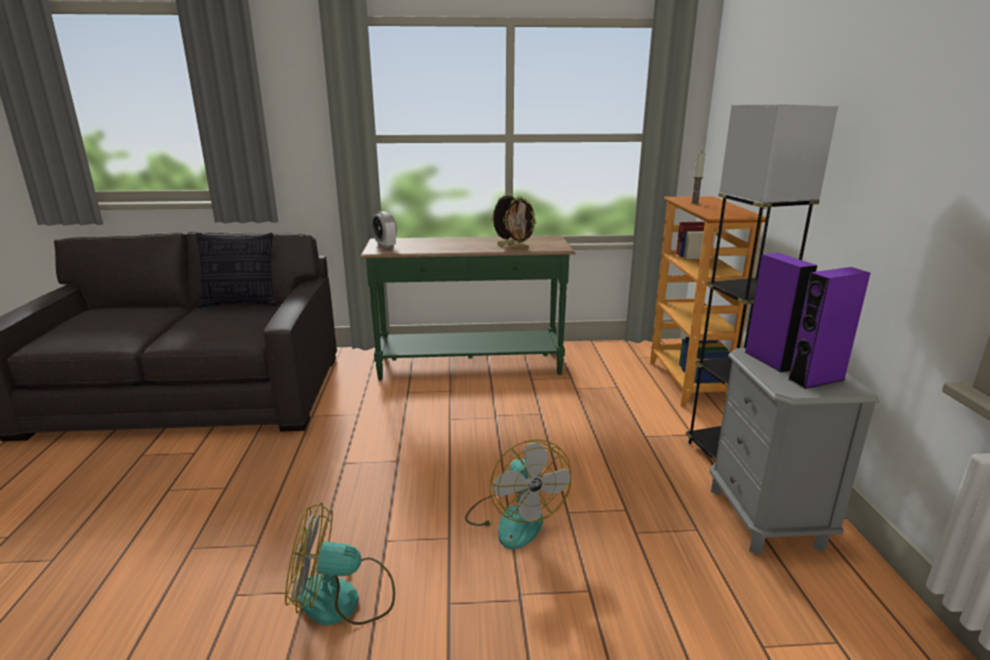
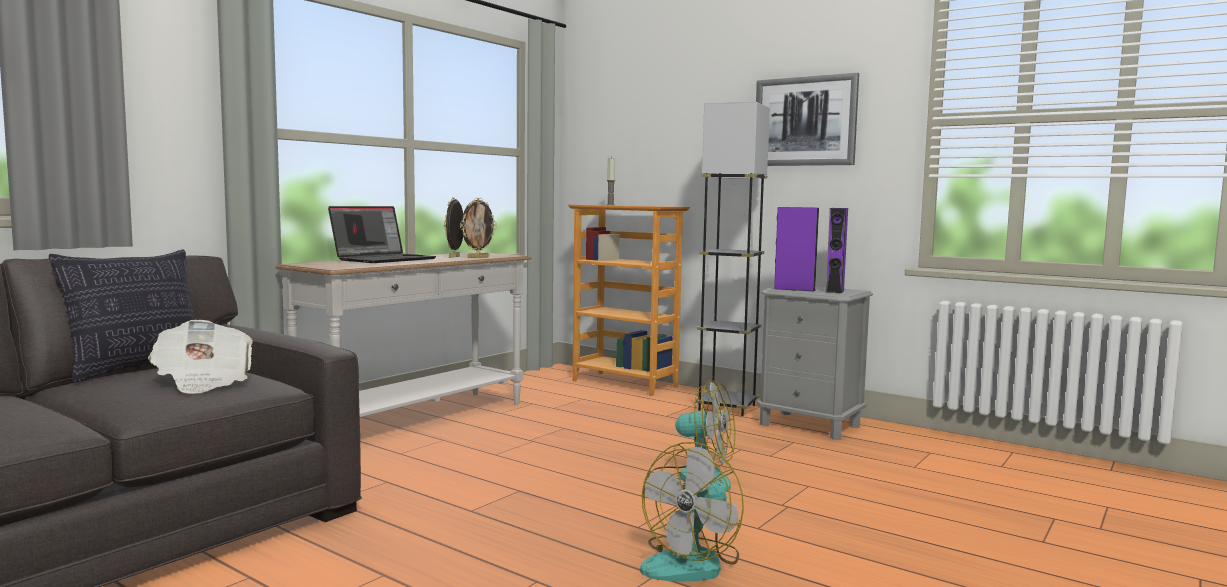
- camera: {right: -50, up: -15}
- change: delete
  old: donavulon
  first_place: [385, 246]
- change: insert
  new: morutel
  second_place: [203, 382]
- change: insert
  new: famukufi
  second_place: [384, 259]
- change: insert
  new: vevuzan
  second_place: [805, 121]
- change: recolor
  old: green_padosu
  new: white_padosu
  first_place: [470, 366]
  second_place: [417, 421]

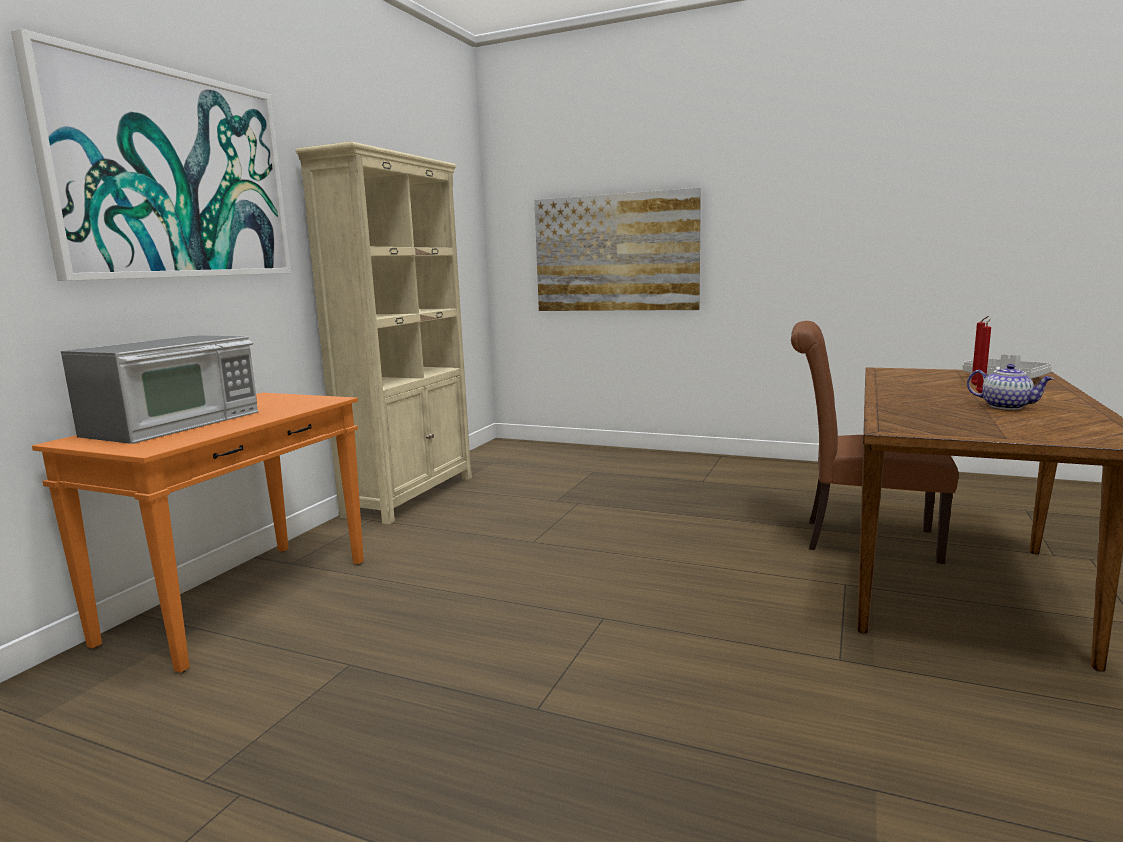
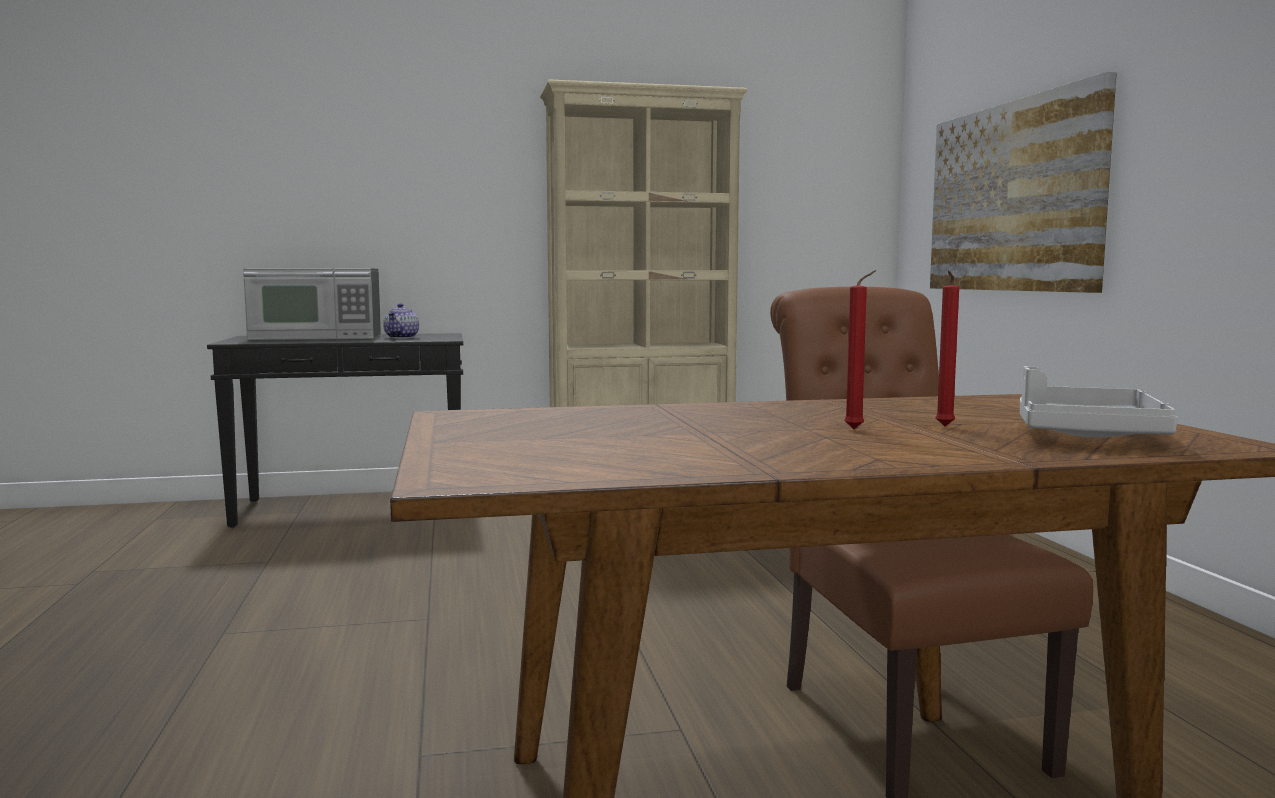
- camera: {right: 55, up: -5}
- change: delete
  old: vevuzan
  first_place: [173, 176]
- change: move
  old: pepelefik
  first_place: [1006, 406]
  second_place: [402, 338]
- change: recolor
  old: orange_padosu
  new: black_padosu
  first_place: [242, 599]
  second_place: [355, 508]

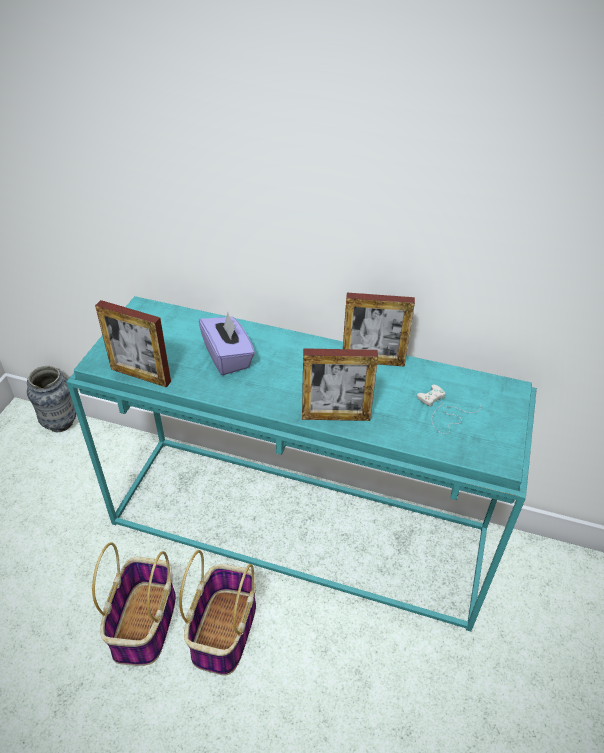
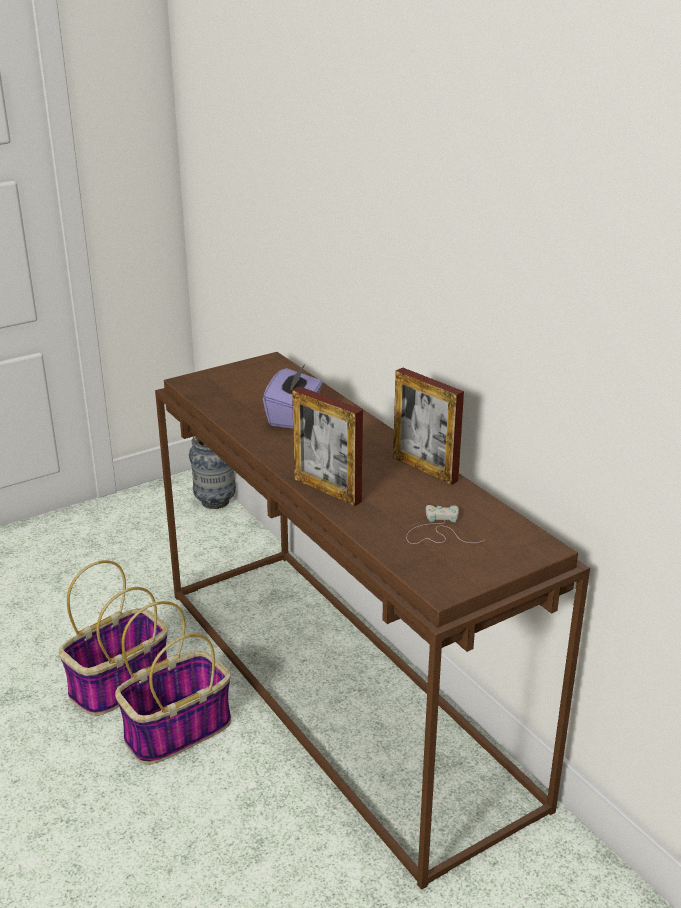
- camera: {right: 40, up: -15}
- change: delete
  old: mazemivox
  first_place: [140, 375]
- change: recolor
  old: turquoise_padosu
  new: brown_padosu
  first_place: [302, 525]
  second_place: [344, 691]

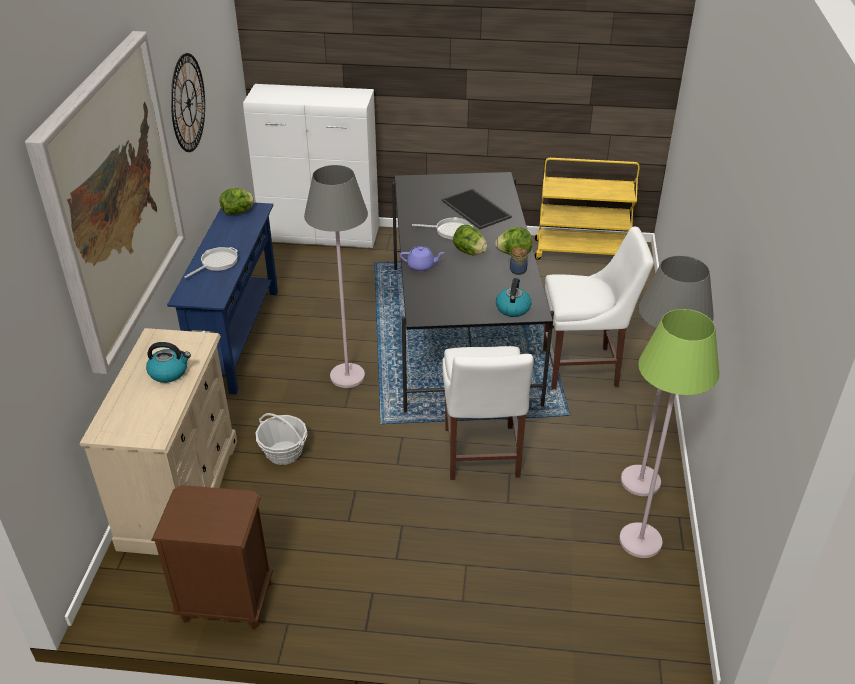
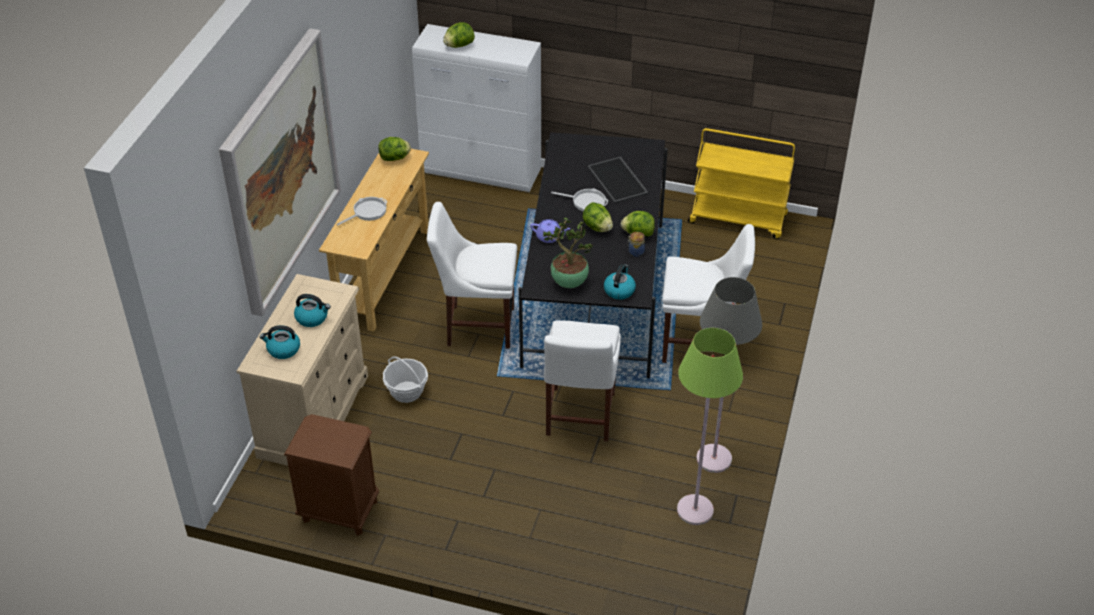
- camera: {right: 10, up: 5}
- change: delete
  old: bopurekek
  first_place: [188, 103]
- change: insert
  new: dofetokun
  second_place: [283, 349]
- change: insert
  new: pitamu
  second_place: [459, 45]
- change: insert
  new: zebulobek
  second_place: [568, 283]
- change: replace
  old: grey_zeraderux
  new: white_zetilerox
  first_place: [347, 376]
  second_place: [476, 326]
- change: recolor
  old: blue_padosu
  new: beige_padosu
  first_place: [237, 338]
  second_place: [383, 275]

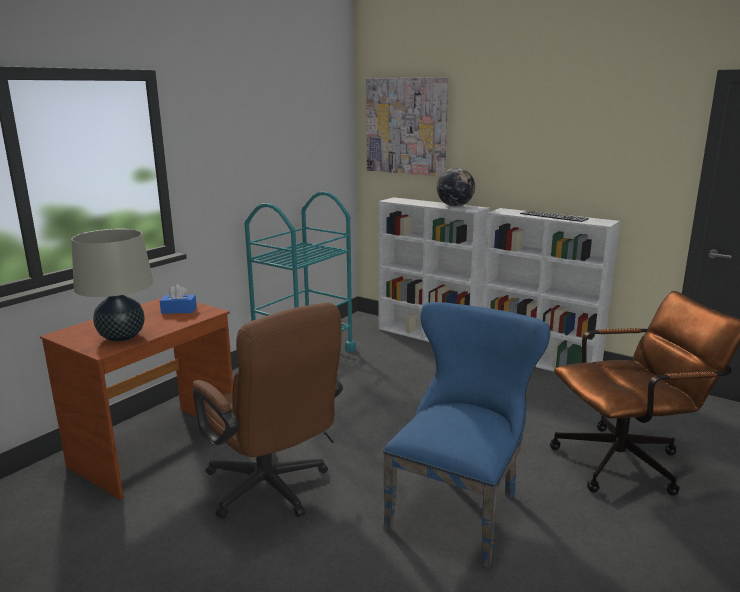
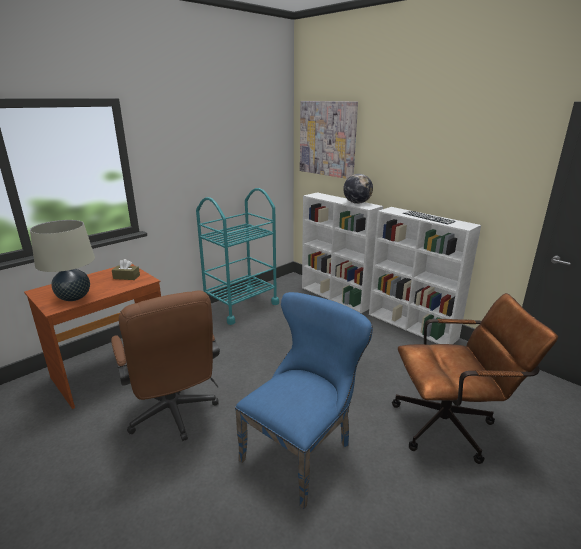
- camera: {right: 10, up: 5}
- change: recolor
  old: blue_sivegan
  new: brown_sivegan
  first_place: [179, 310]
  second_place: [126, 277]

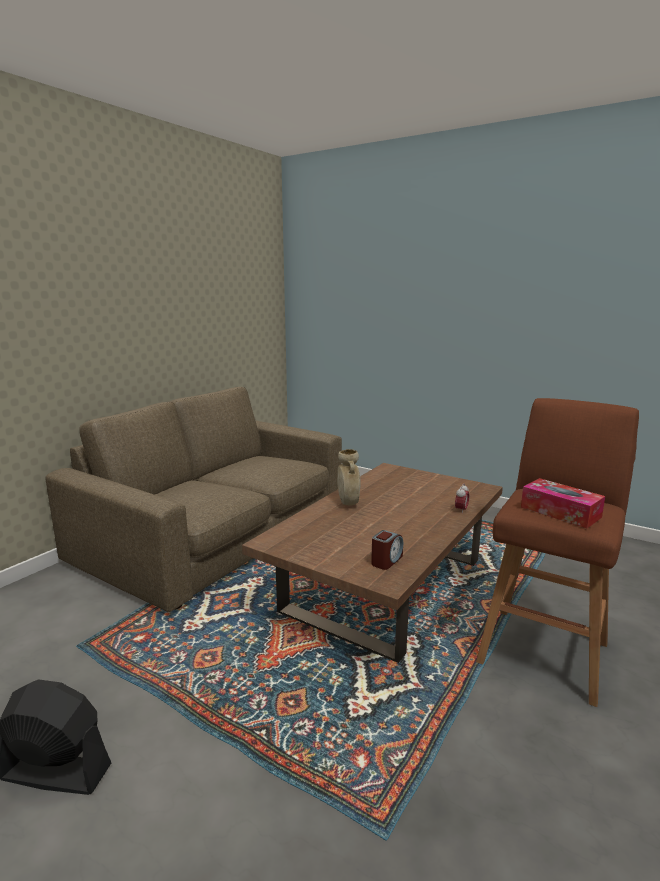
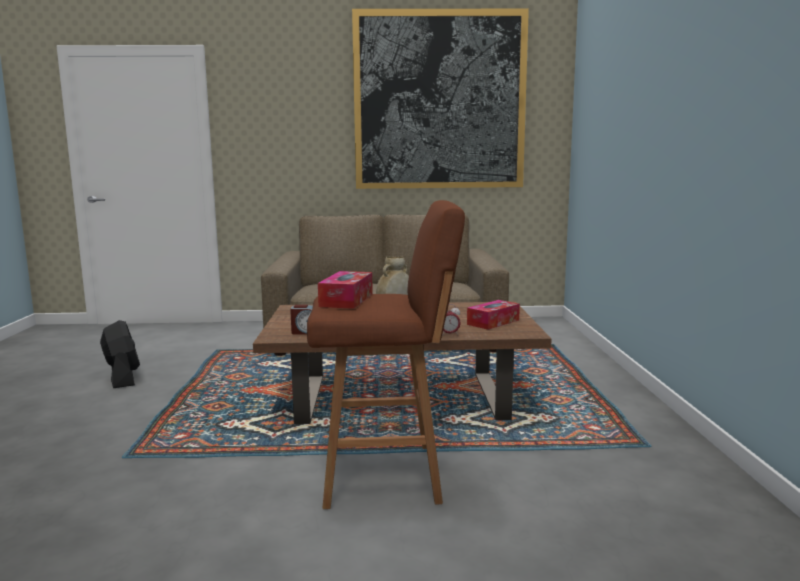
- camera: {right: 55, up: -5}
- change: insert
  new: vevuzan
  second_place: [439, 101]
- change: insert
  new: sivegan
  second_place: [493, 322]

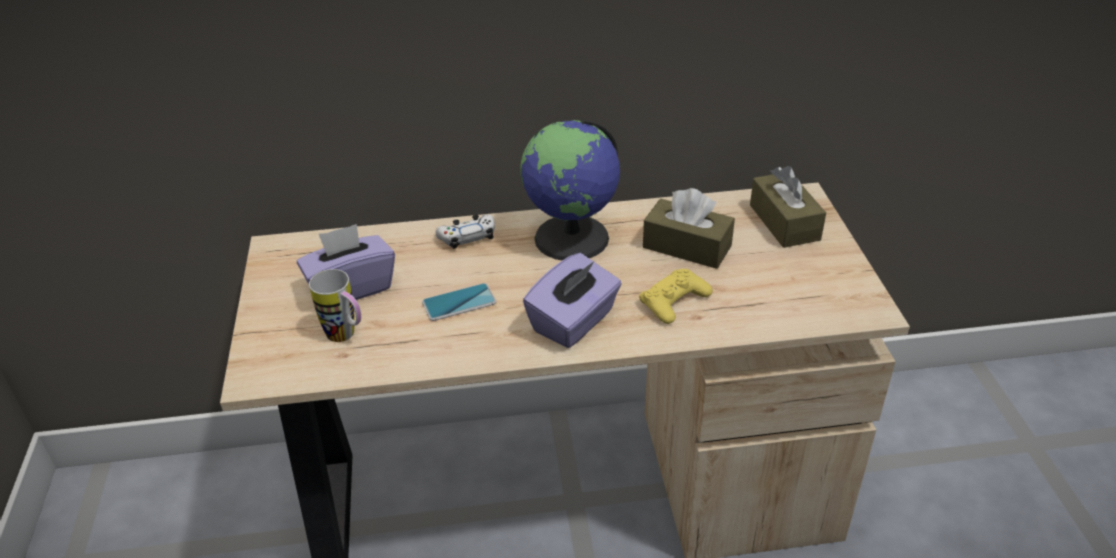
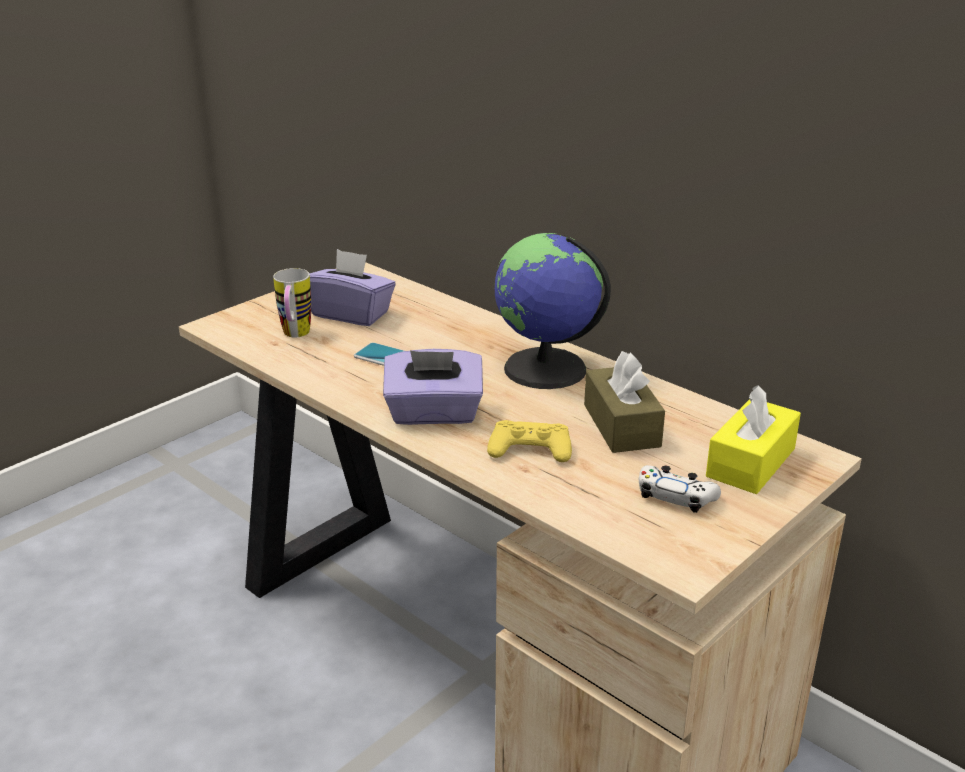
- camera: {right: 50, up: -10}
- change: move
  old: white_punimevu
  first_place: [467, 237]
  second_place: [676, 496]
- change: recolor
  old: brown_sivegan
  new: yellow_sivegan
  first_place: [784, 222]
  second_place: [751, 462]

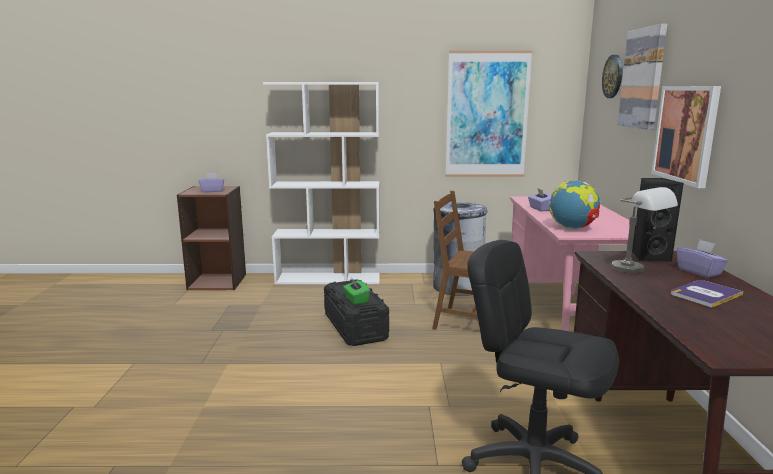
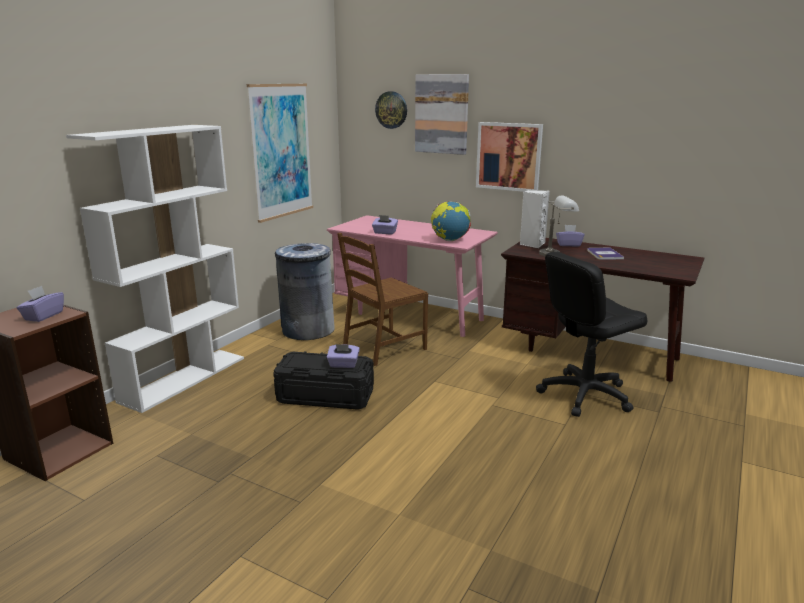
- camera: {right: -60, up: 5}
- change: recolor
  old: green_sivegan
  new: purple_sivegan
  first_place: [356, 300]
  second_place: [343, 365]
- change: recolor
  old: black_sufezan
  new: white_sufezan
  first_place: [649, 256]
  second_place: [532, 244]

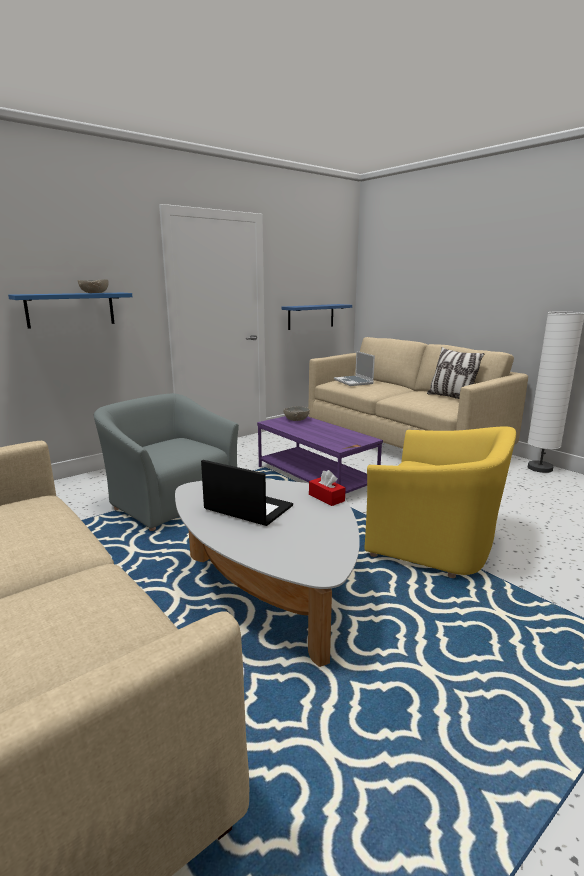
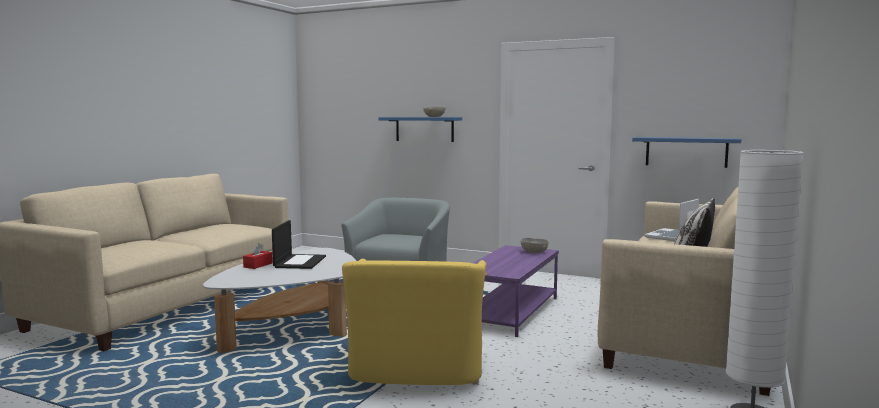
- camera: {right: 65, up: -10}
- change: move
  old: red_sivegan
  first_place: [326, 498]
  second_place: [258, 265]

